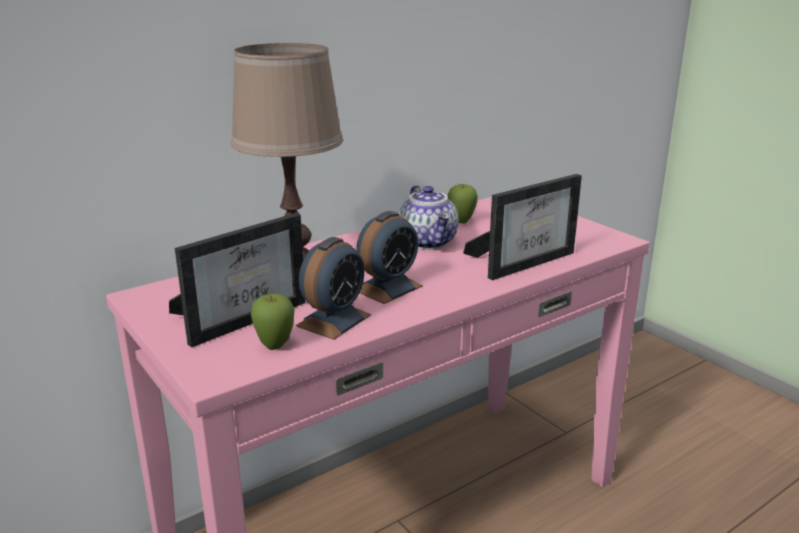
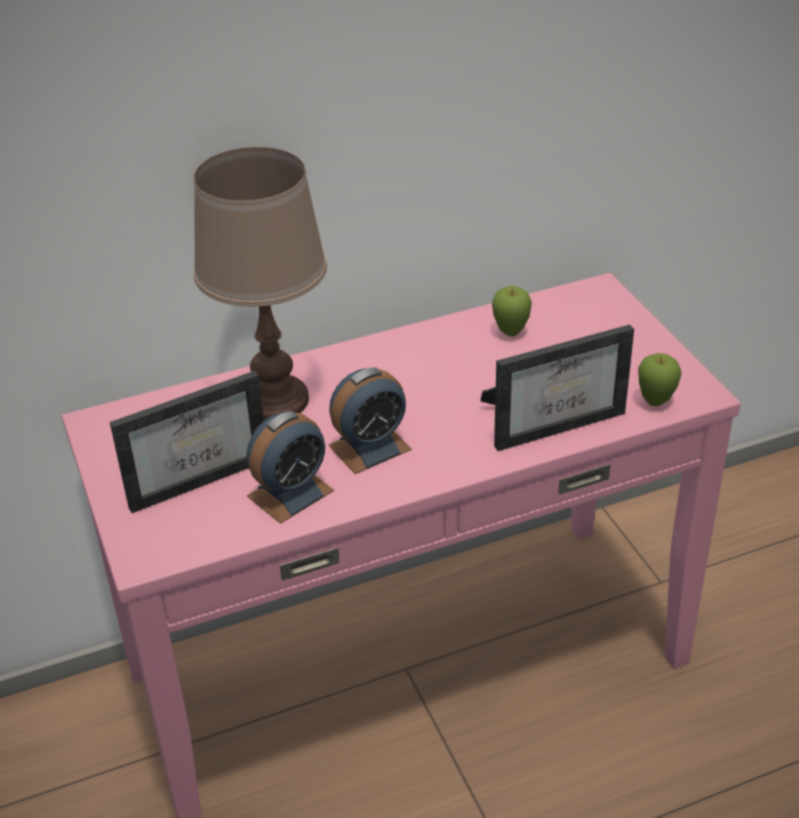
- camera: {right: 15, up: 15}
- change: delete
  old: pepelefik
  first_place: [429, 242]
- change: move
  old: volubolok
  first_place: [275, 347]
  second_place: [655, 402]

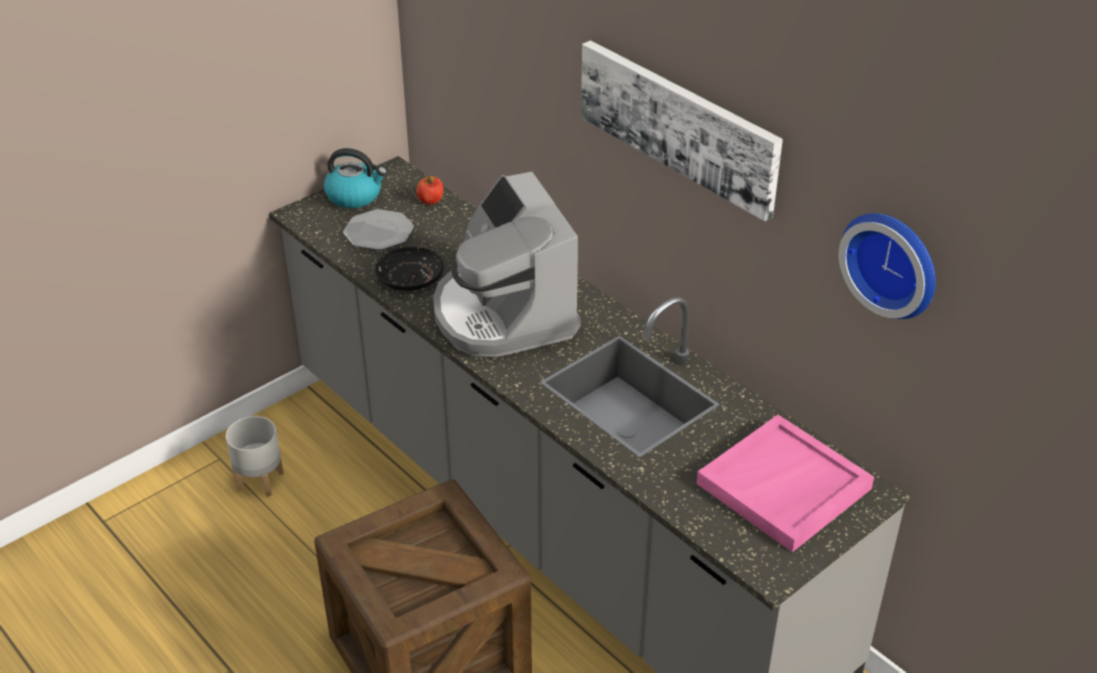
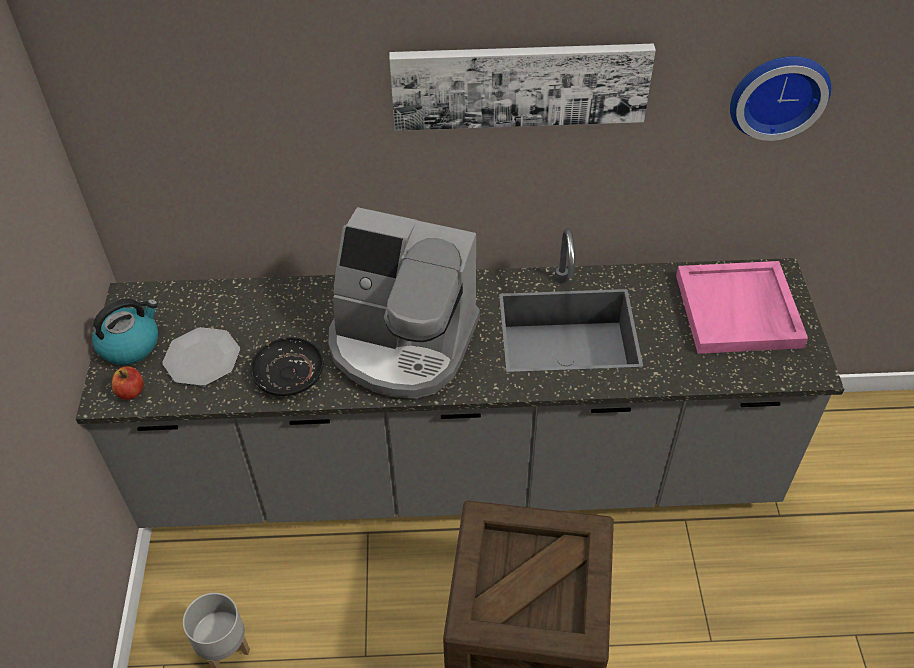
- camera: {right: -50, up: 10}
- change: move
  old: volubolok
  first_place: [430, 200]
  second_place: [131, 391]

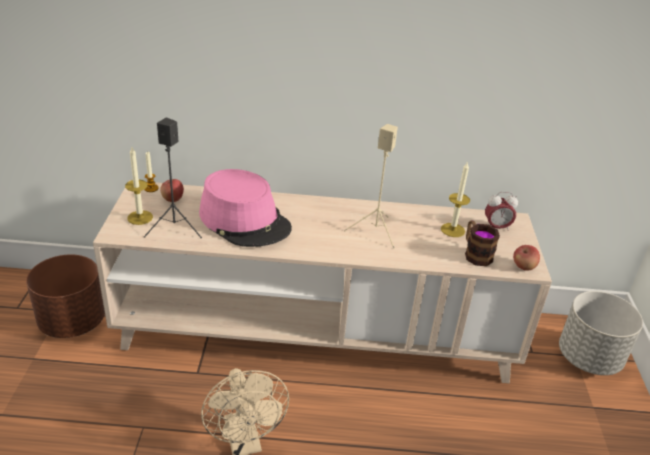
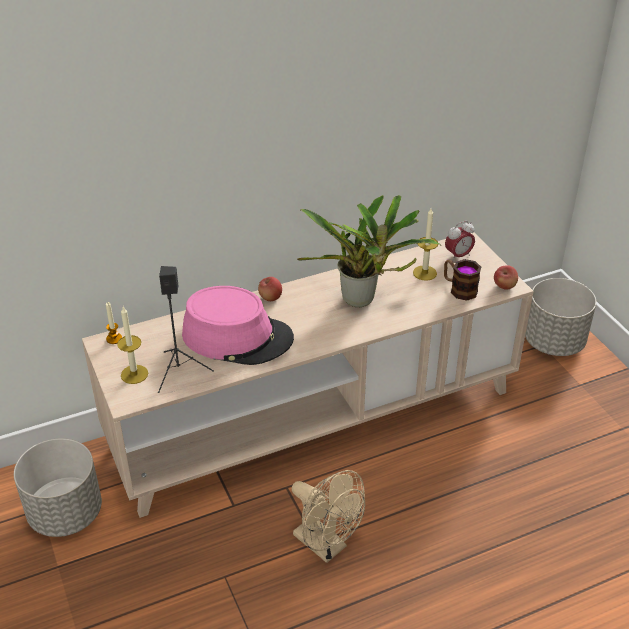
- camera: {right: -25, up: 5}
- change: move
  old: volubolok
  first_place: [173, 199]
  second_place: [270, 298]
- change: replace
  old: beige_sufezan
  new: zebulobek
  first_place: [376, 232]
  second_place: [362, 301]
- change: recolor
  old: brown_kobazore
  new: grey_kobazore
  first_place: [72, 323]
  second_place: [65, 514]

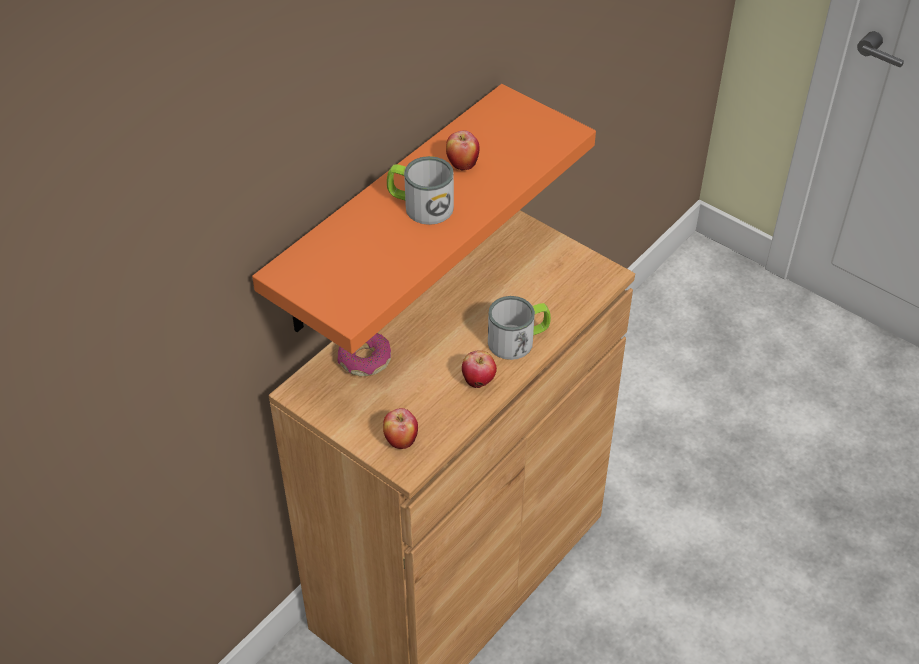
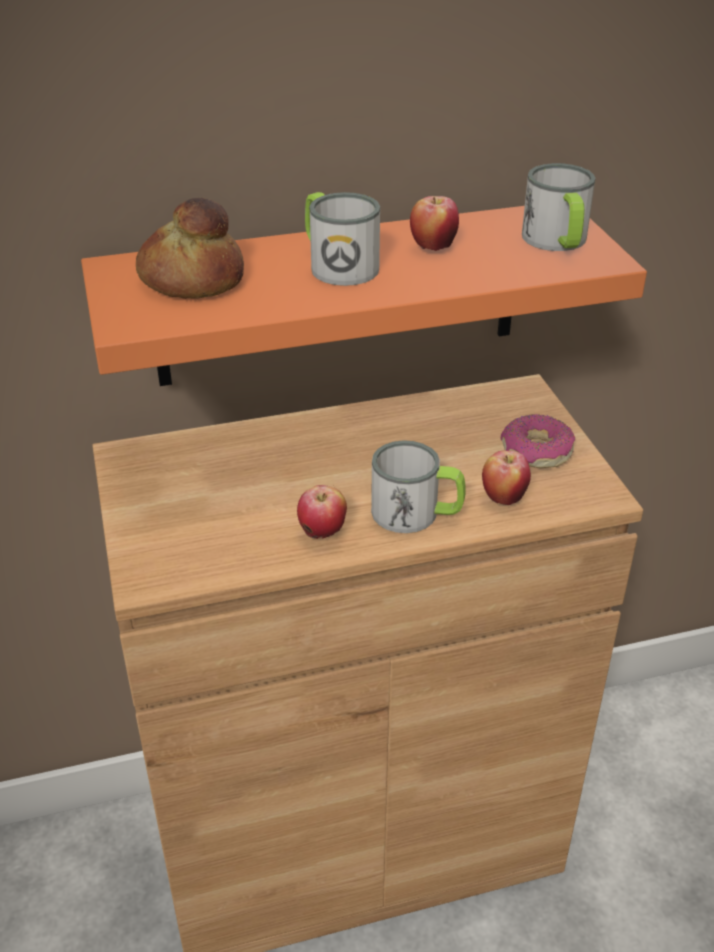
- camera: {right: 35, up: -10}
- change: insert
  new: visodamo
  second_place: [191, 279]
- change: insert
  new: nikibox
  second_place: [557, 242]
- change: move
  old: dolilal
  first_place: [364, 360]
  second_place: [536, 452]
- change: move
  old: volubolok
  first_place: [400, 440]
  second_place: [503, 497]

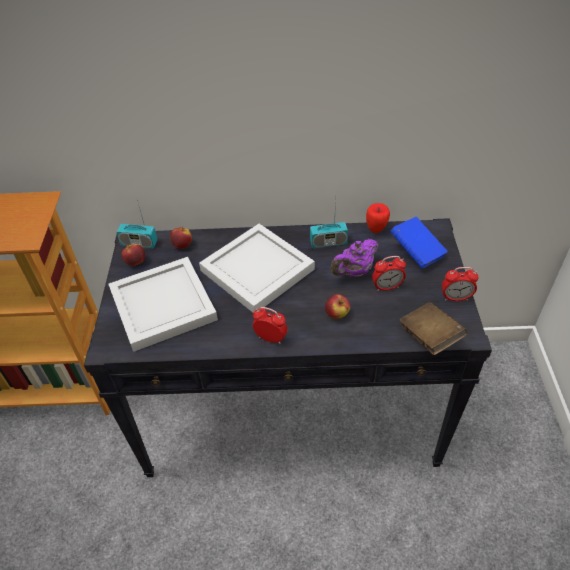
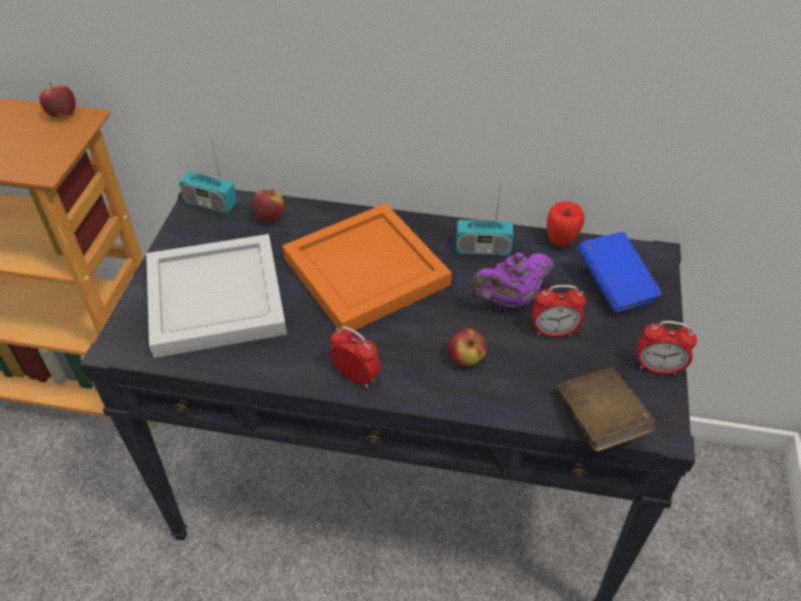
- camera: {right: 10, up: 0}
- change: move
  old: volubolok
  first_place: [135, 262]
  second_place: [62, 115]
- change: recolor
  old: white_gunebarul
  new: orange_gunebarul
  first_place: [255, 270]
  second_place: [363, 271]

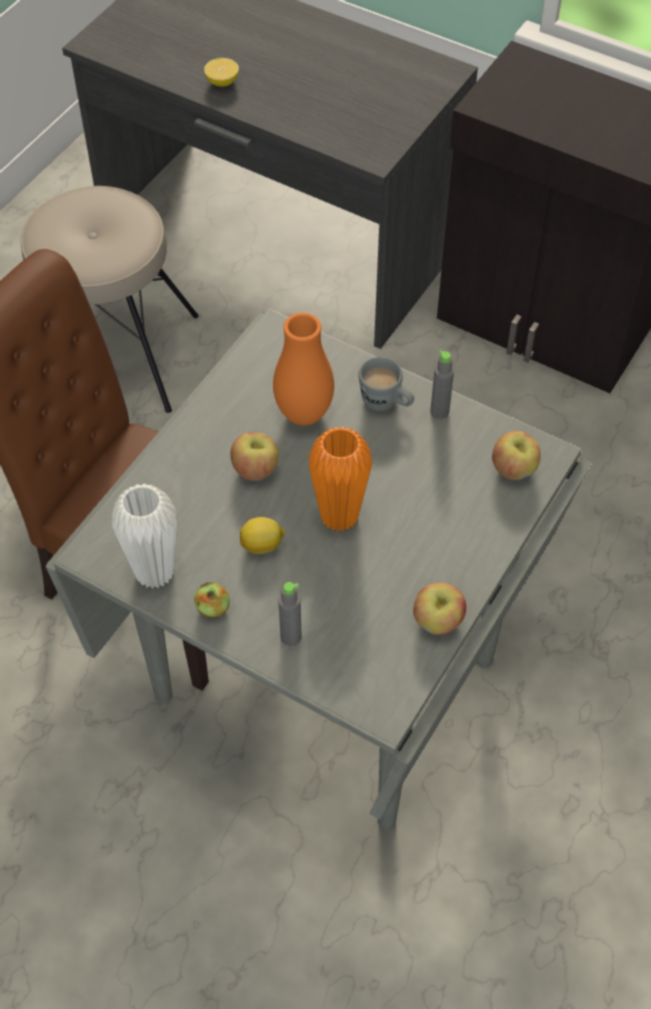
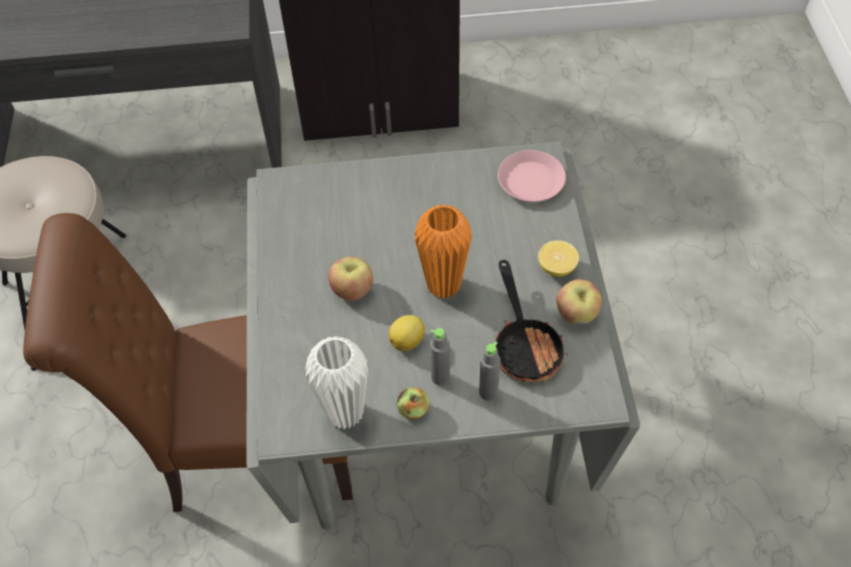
- camera: {right: -35, up: 0}
- change: delete
  old: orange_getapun
  first_place: [304, 414]
- change: delete
  old: grey_nikibox
  first_place: [386, 404]
- change: insert
  new: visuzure
  second_place: [525, 345]
- change: move
  old: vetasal
  first_place: [222, 82]
  second_place: [557, 267]
- change: move
  old: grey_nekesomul
  first_place: [439, 412]
  second_place: [440, 377]
- change: replace
  old: volubolok
  new: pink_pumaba
  first_place: [513, 469]
  second_place: [531, 180]

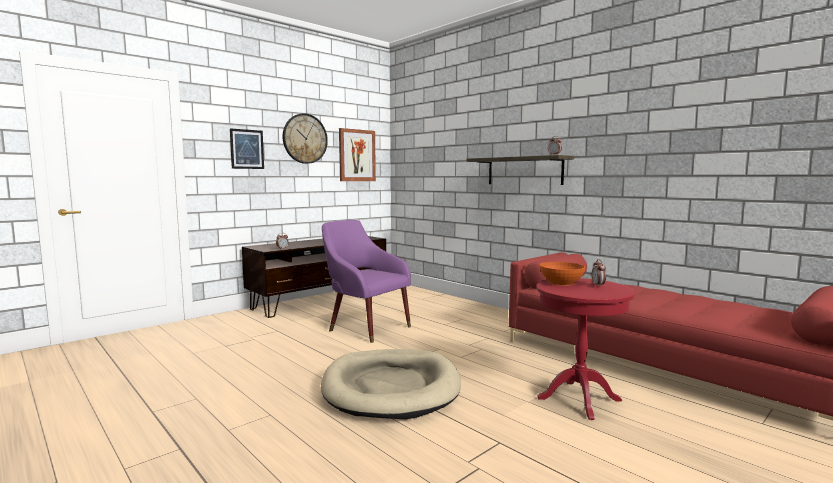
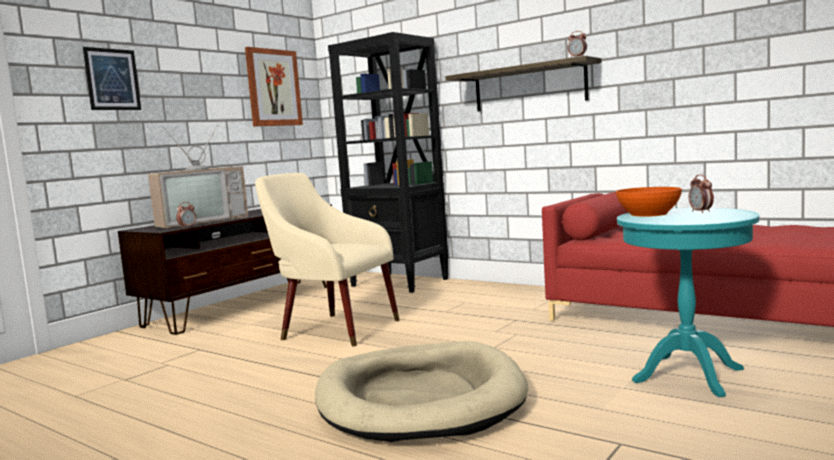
- camera: {right: -10, up: 0}
- change: delete
  old: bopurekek
  first_place: [305, 138]
- change: insert
  new: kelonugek
  second_place: [200, 221]
- change: insert
  new: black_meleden
  second_place: [400, 283]
- change: recolor
  old: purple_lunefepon
  new: beige_lunefepon
  first_place: [366, 327]
  second_place: [334, 328]
- change: recolor
  old: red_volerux
  new: turquoise_volerux
  first_place: [579, 399]
  second_place: [688, 375]

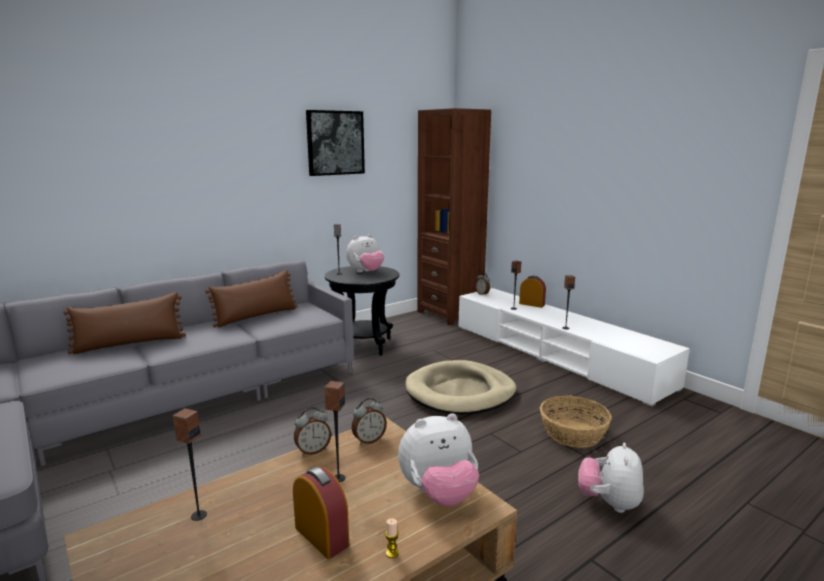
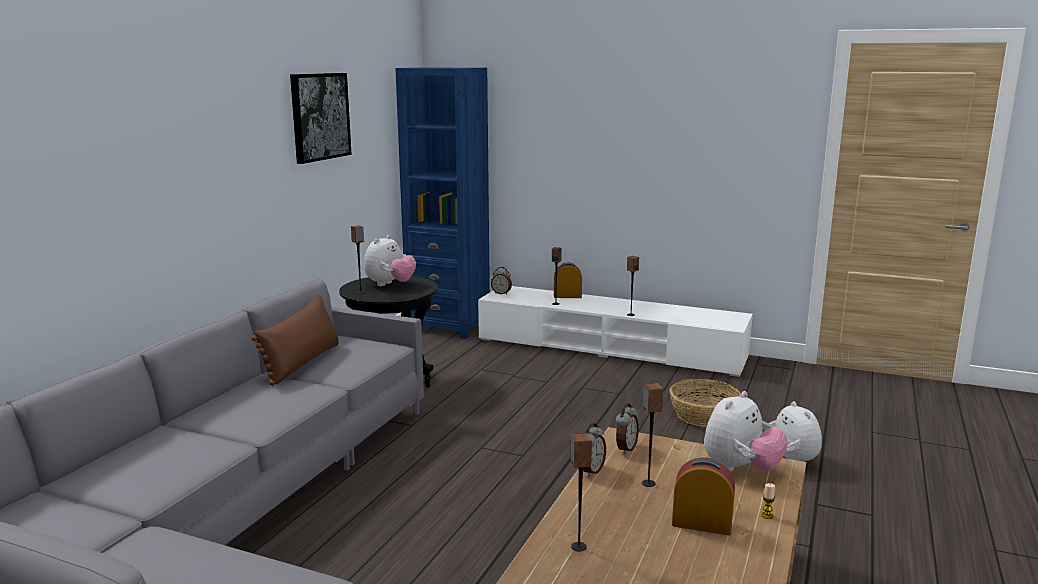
- camera: {right: -30, up: 0}
- change: delete
  old: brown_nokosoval
  first_place: [130, 344]
- change: delete
  old: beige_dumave
  first_place: [460, 392]
- change: recolor
  old: brown_meleden
  new: blue_meleden
  first_place: [450, 314]
  second_place: [448, 326]

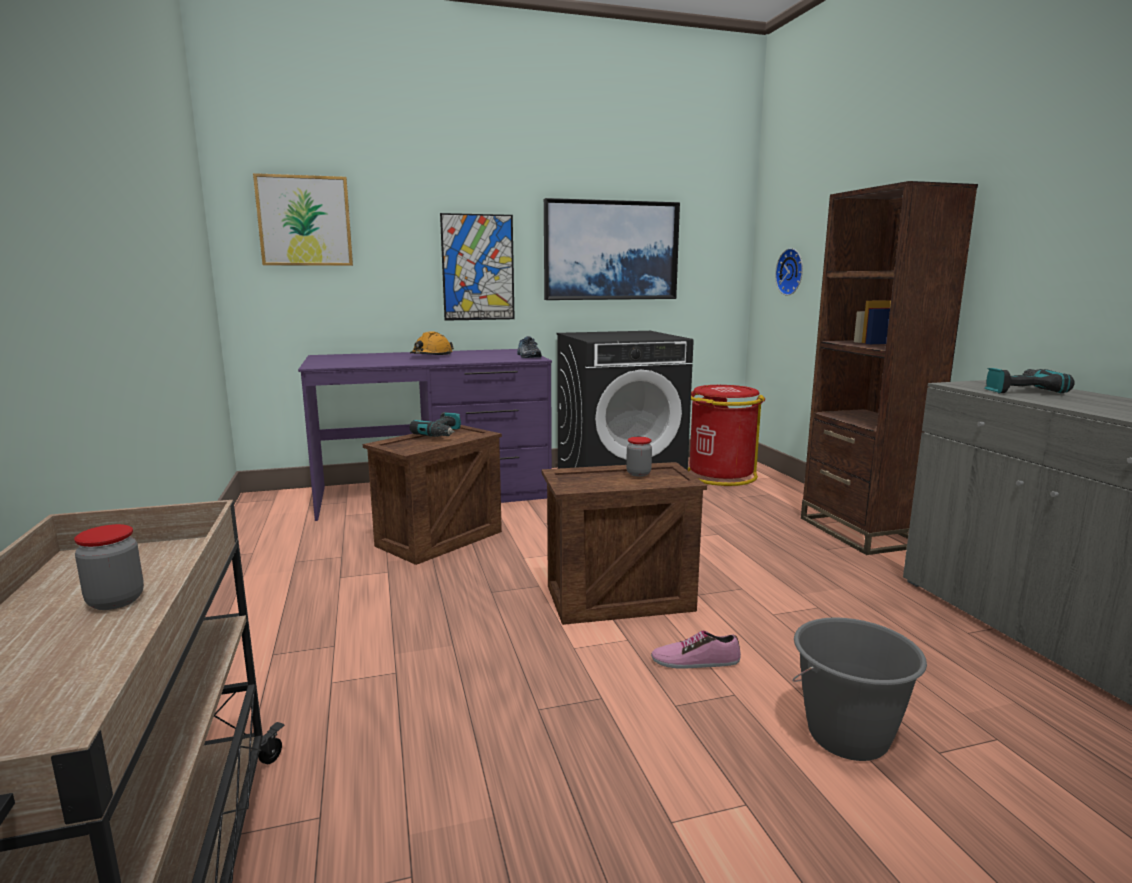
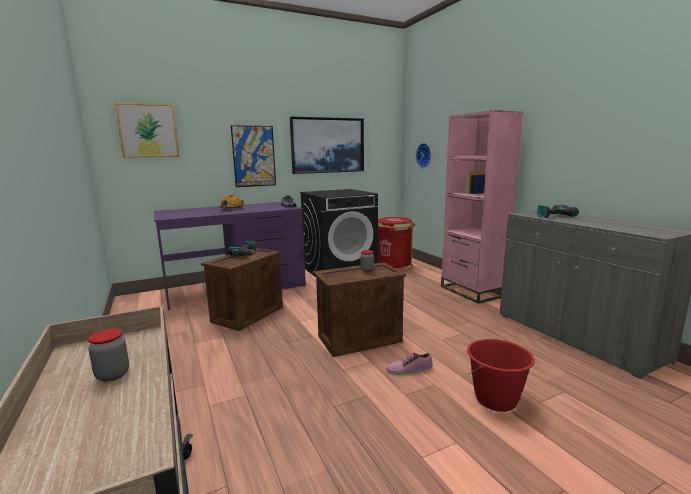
- camera: {right: -10, up: 0}
- change: recolor
  old: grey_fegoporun
  new: red_fegoporun
  first_place: [848, 737]
  second_place: [496, 400]
- change: recolor
  old: brown_meleden
  new: pink_meleden
  first_place: [860, 532]
  second_place: [472, 291]

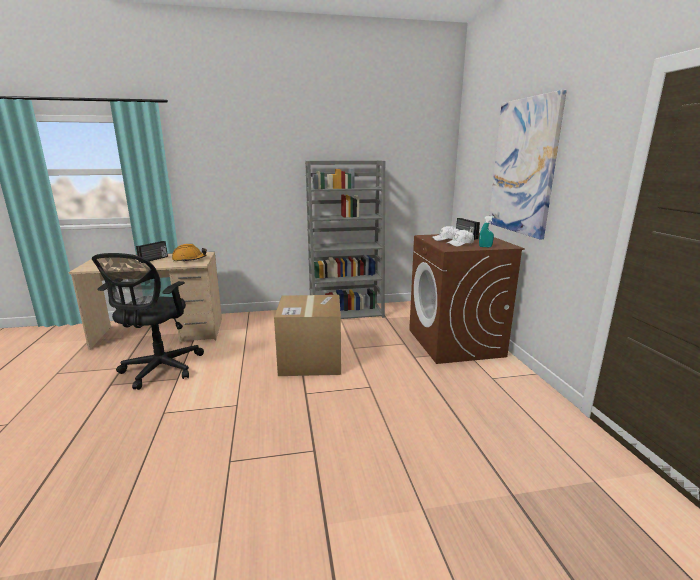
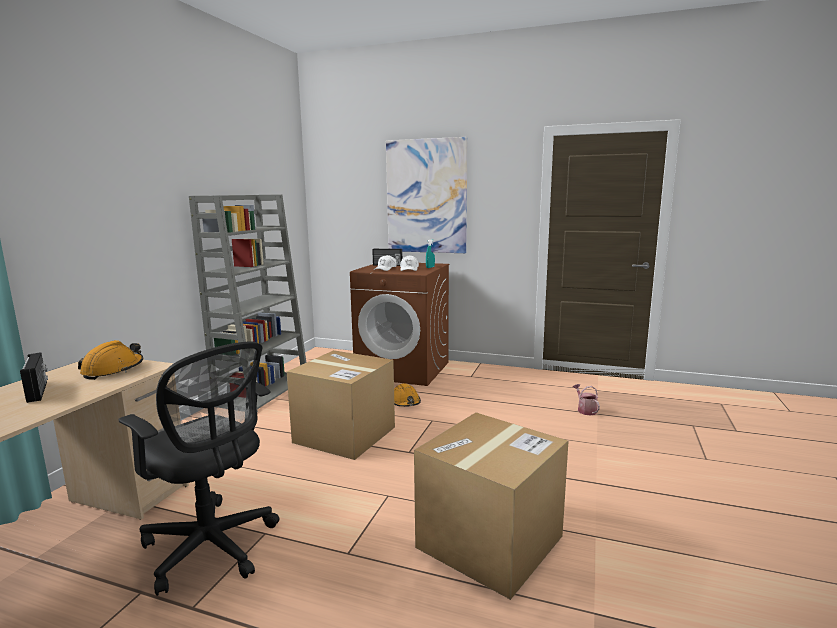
- camera: {right: -60, up: -5}
- change: insert
  new: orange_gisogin
  second_place: [405, 402]
- change: insert
  new: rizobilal
  second_place: [489, 541]
- change: insert
  new: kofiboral
  second_place: [585, 410]

